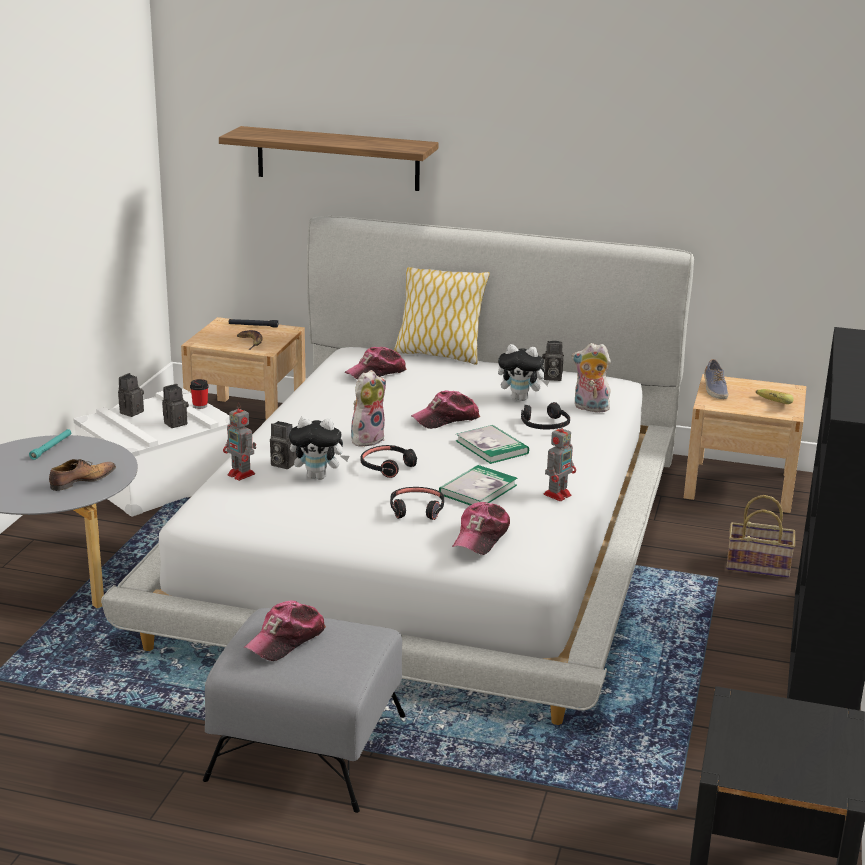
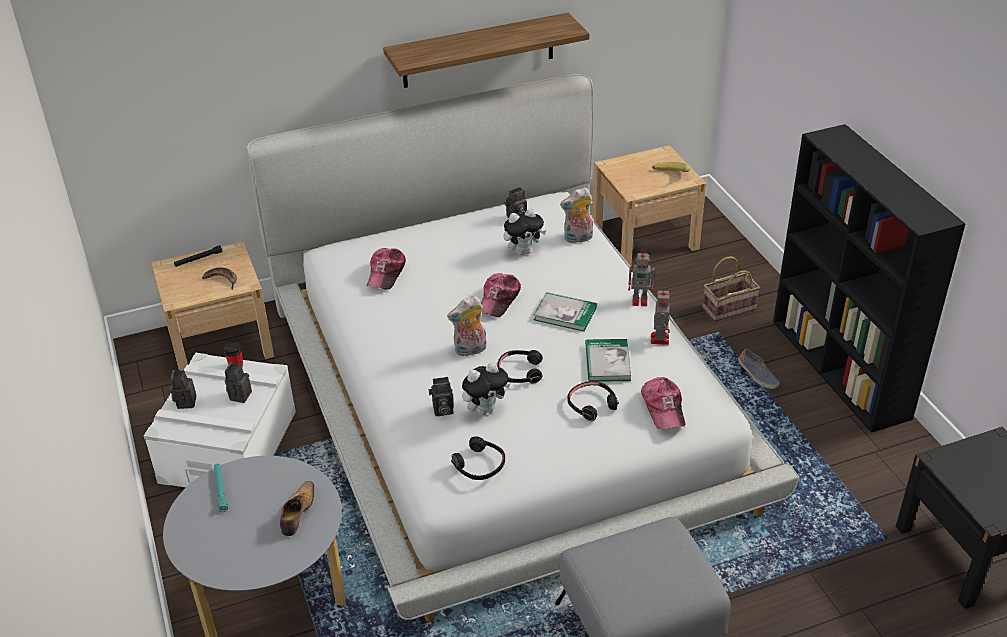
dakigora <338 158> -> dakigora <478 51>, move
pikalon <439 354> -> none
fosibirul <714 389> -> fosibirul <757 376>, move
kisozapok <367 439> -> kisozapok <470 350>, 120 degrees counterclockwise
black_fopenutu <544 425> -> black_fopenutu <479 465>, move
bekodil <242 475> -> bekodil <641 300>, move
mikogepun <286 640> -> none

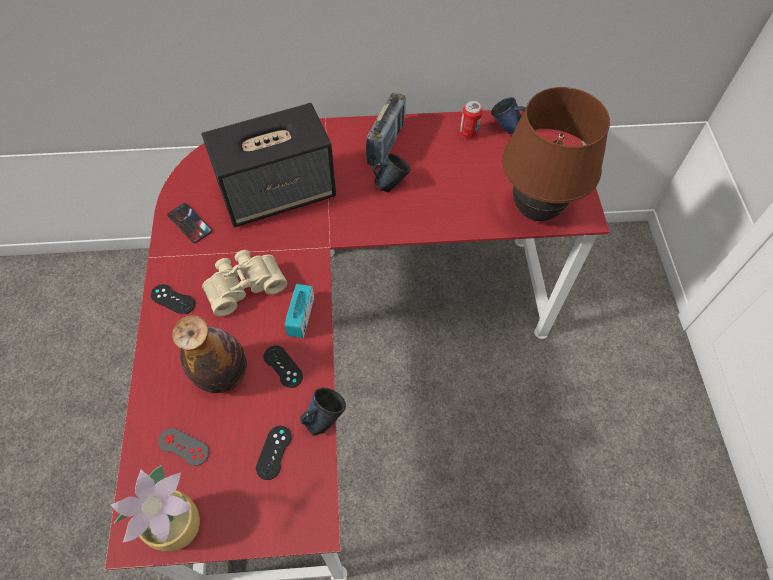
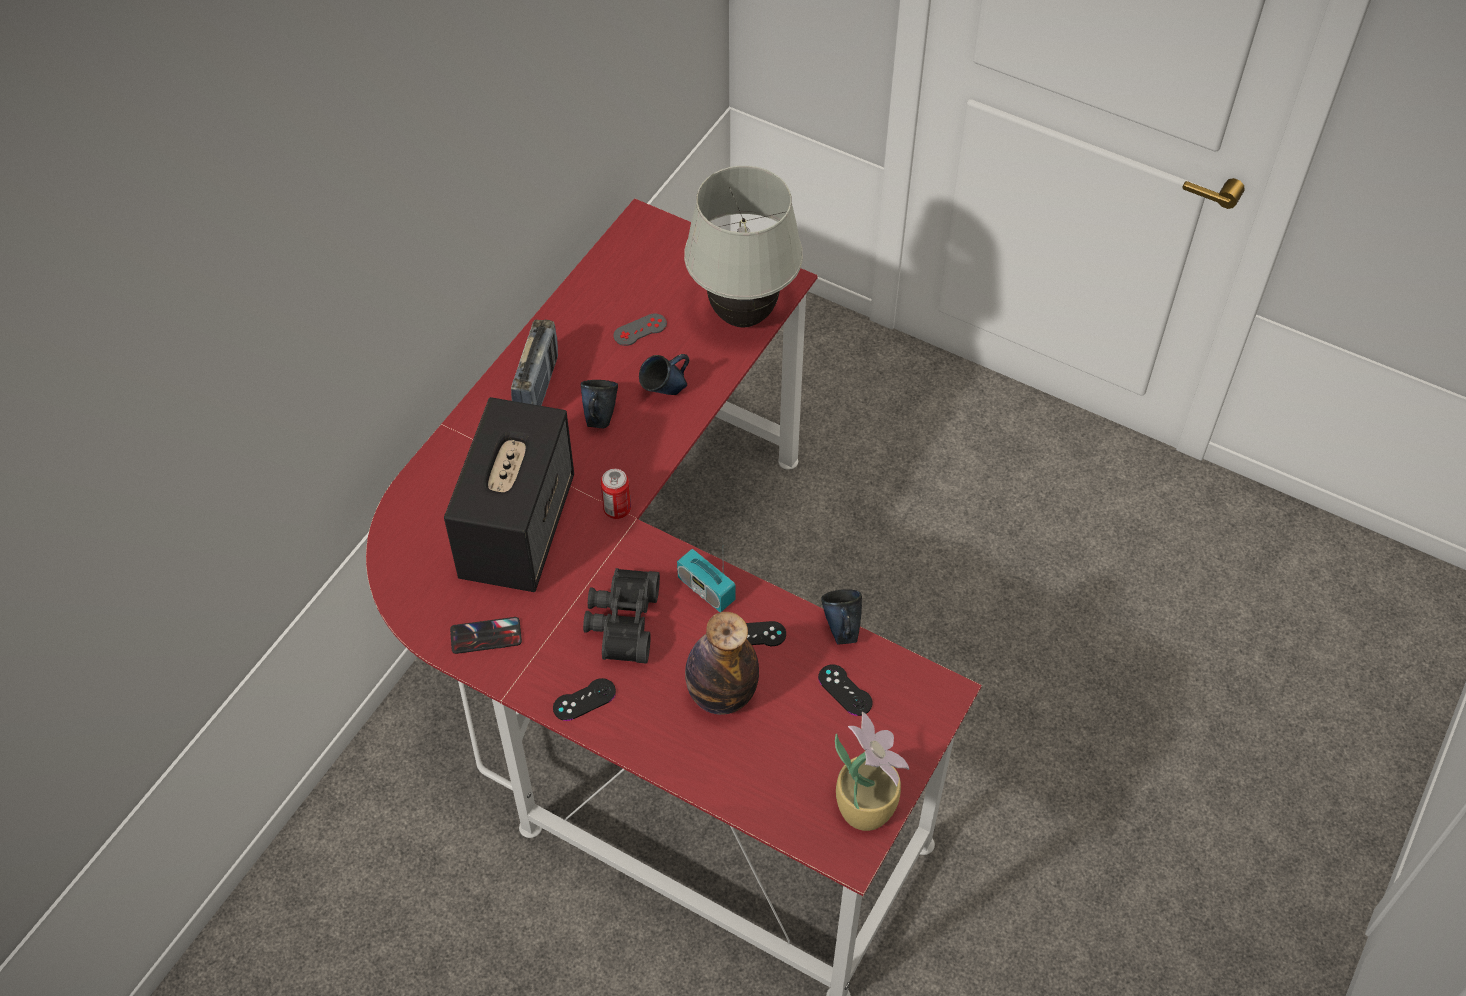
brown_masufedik <536 211> -> white_masufedik <743 315>
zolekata <386 144> -> zolekata <537 389>, 45 degrees clockwise
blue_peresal <506 129> -> blue_peresal <665 393>, move
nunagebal <468 133> -> nunagebal <617 509>, move
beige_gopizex <244 285> -> black_gopizex <621 622>
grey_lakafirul <183 447> -> grey_lakafirul <640 330>, move

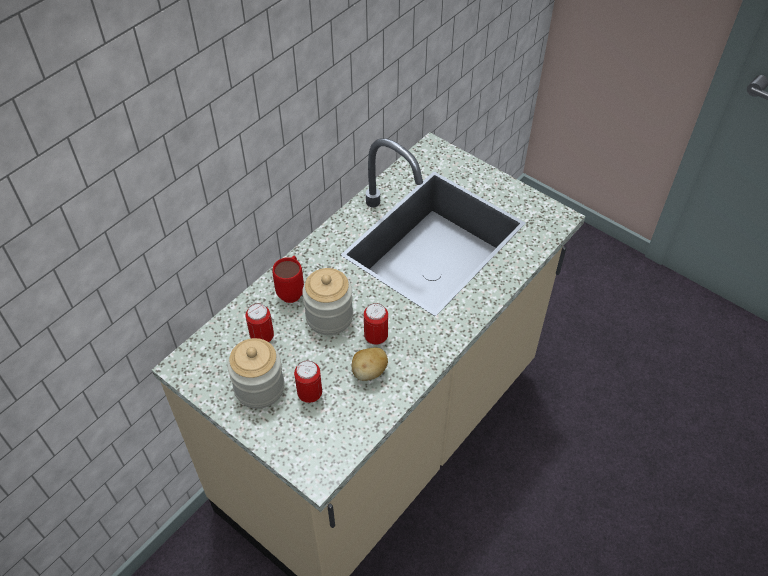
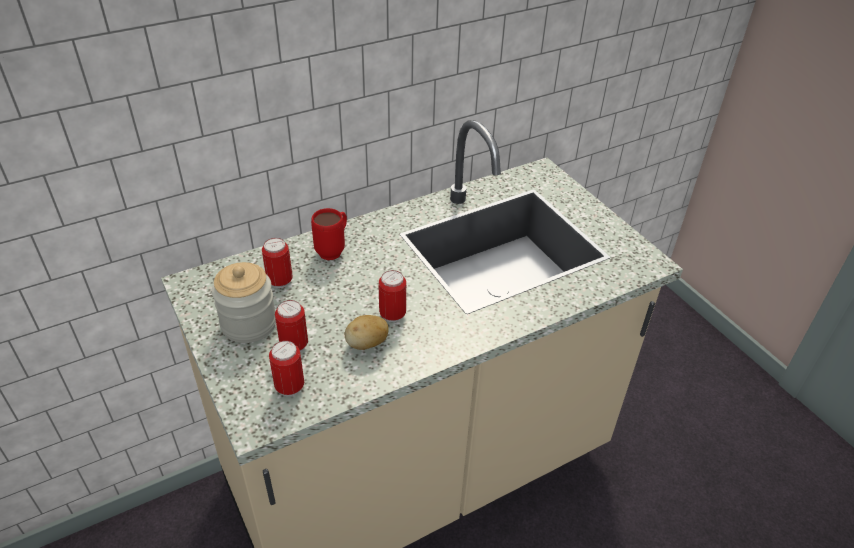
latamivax <329 317> -> none
none -> nunagebal <290 387>

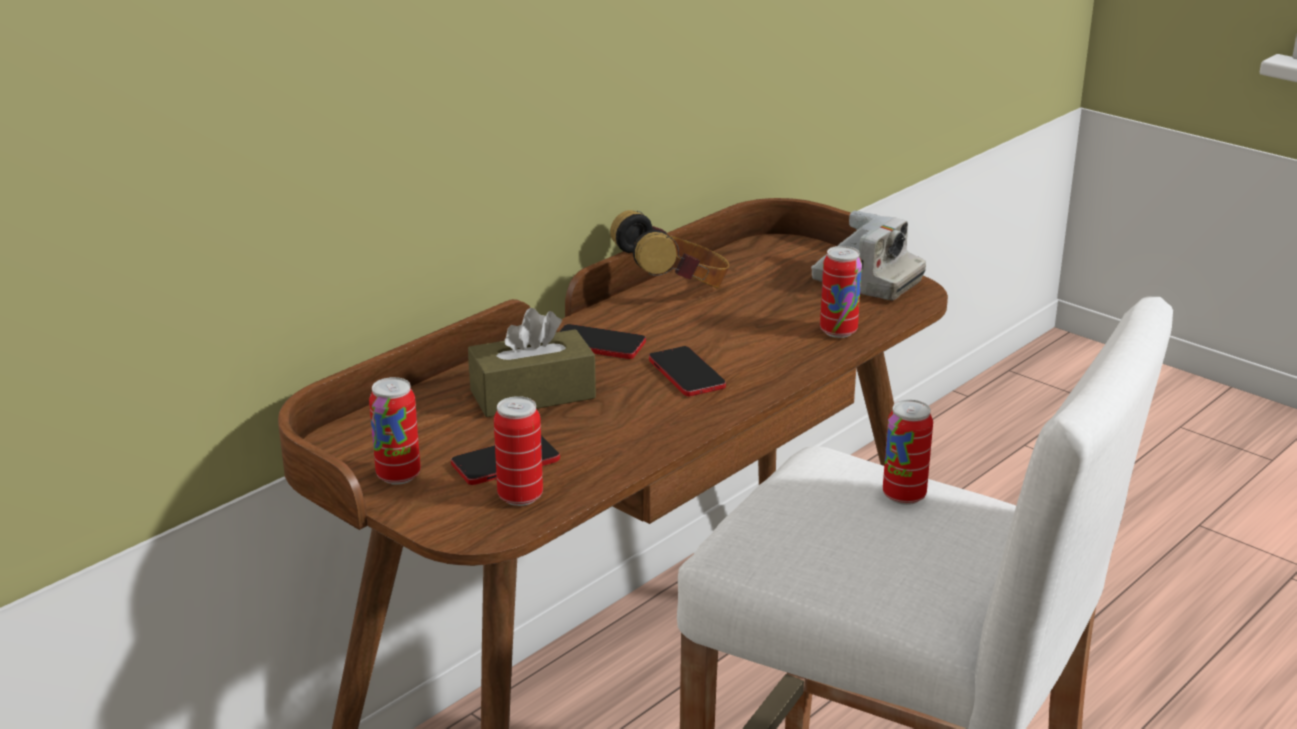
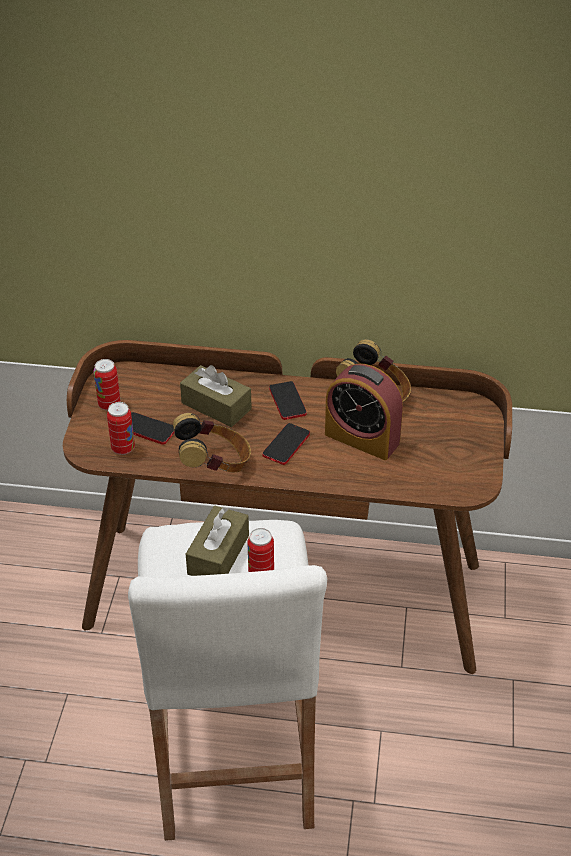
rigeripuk <866 281> -> none
nunagebal <838 331> -> none
none -> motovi <362 438>
none -> fopenutu <214 465>
none -> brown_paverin <218 554>

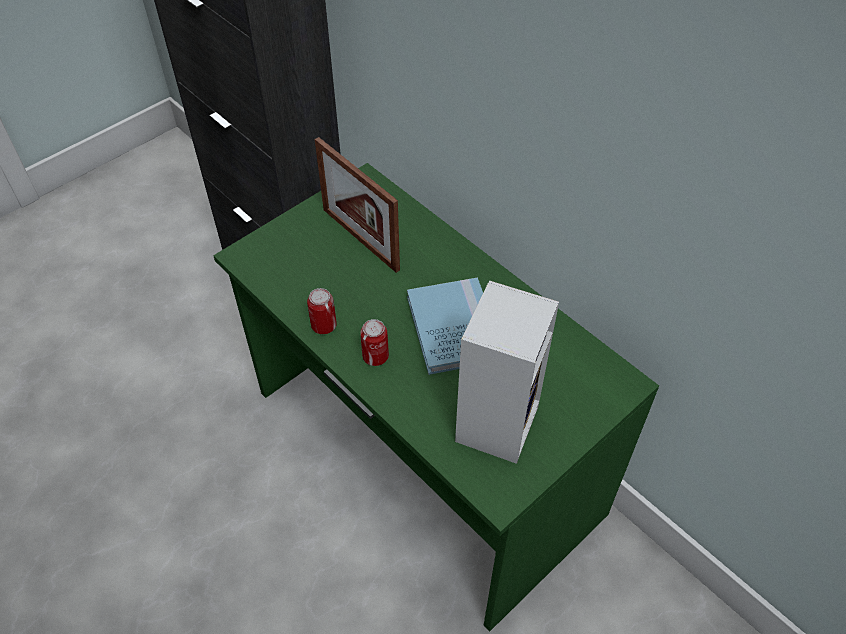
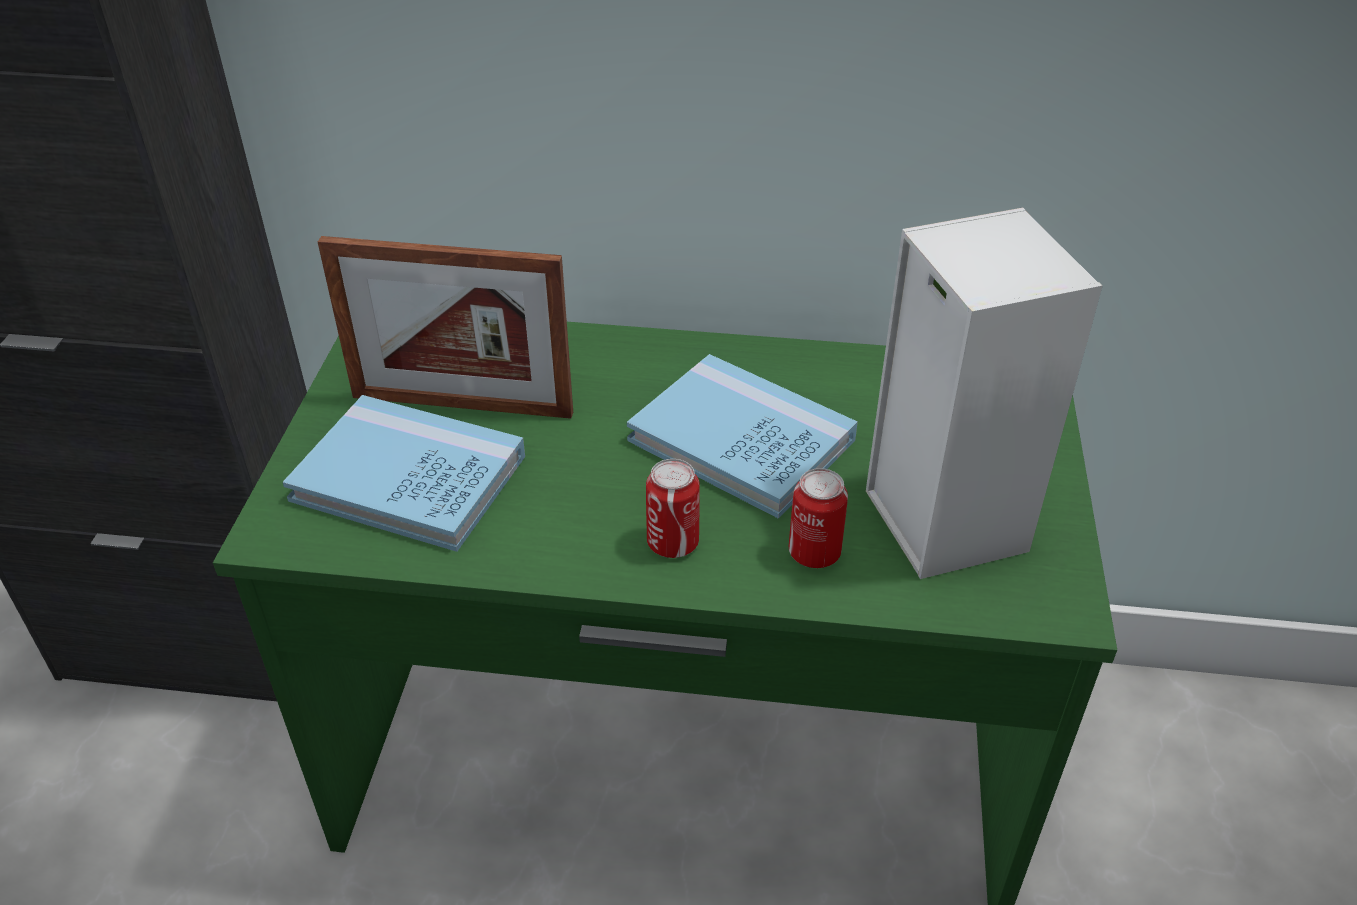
nunagebal <324 325> -> nunagebal <814 553>, move
none -> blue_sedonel <409 478>

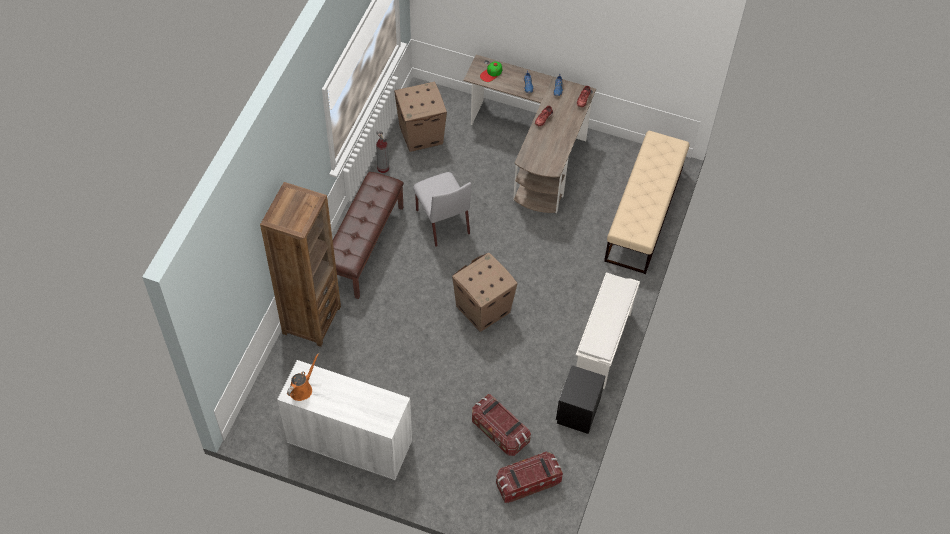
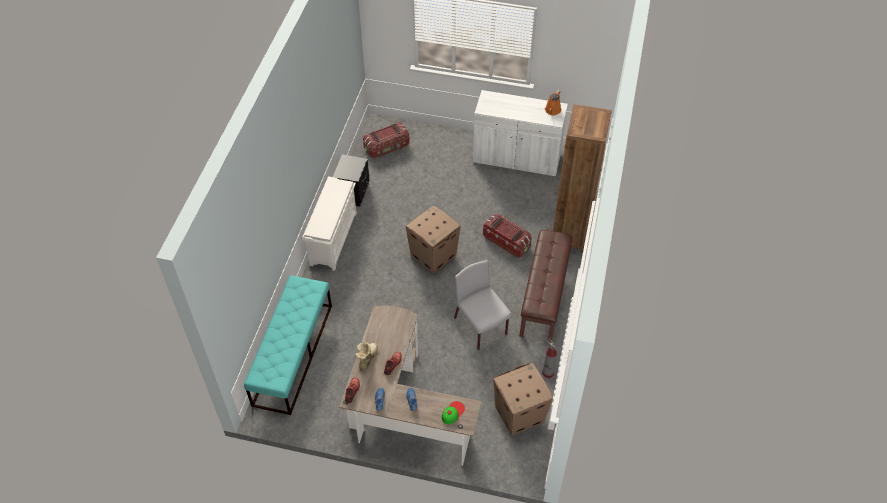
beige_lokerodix <644 214> -> turquoise_lokerodix <293 354>
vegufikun <499 432> -> vegufikun <507 241>, move
none -> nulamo <367 358>

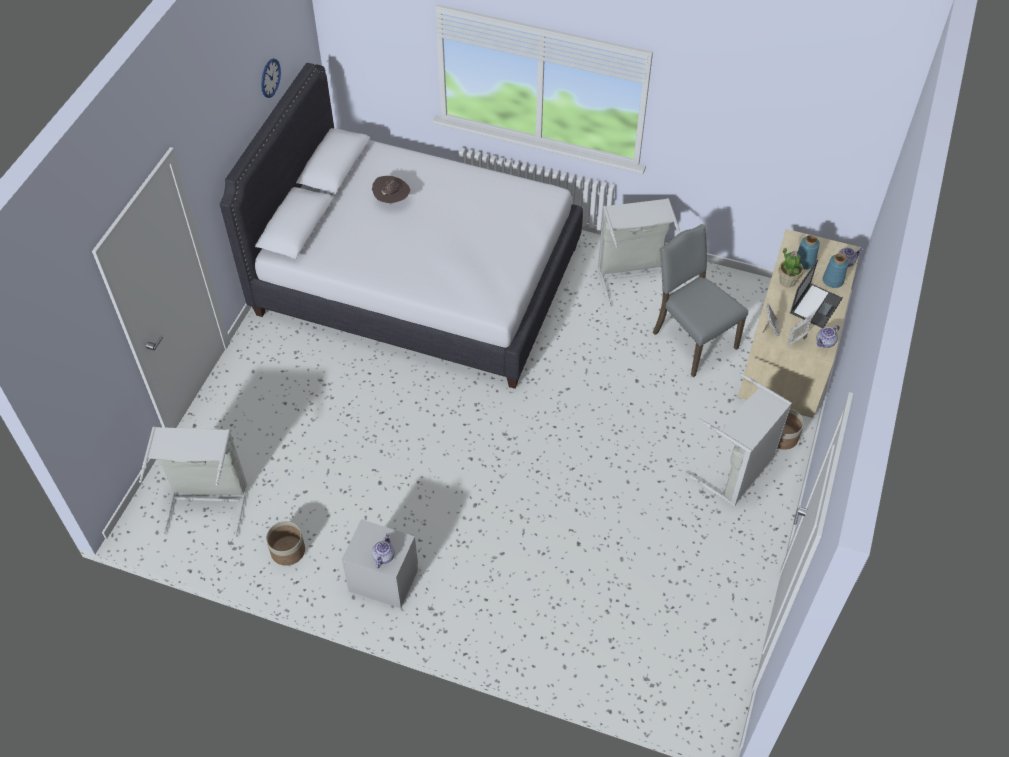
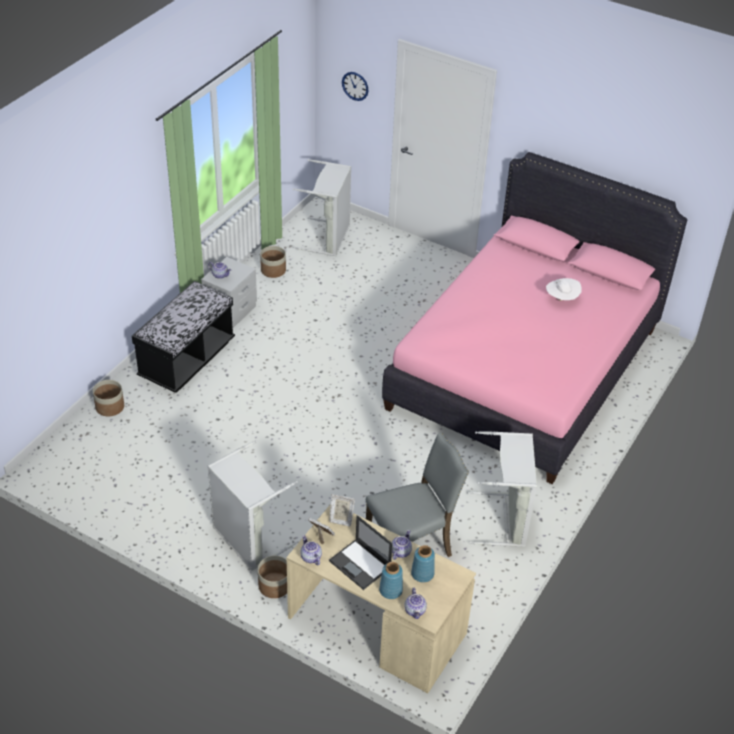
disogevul <270 78> -> disogevul <355 86>, move
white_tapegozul <418 280> -> pink_tapegozul <524 368>
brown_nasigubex <392 200> -> white_nasigubex <561 299>
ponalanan <787 280> -> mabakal <400 551>
none -> black_lokerodix <187 359>
none -> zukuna <110 407>

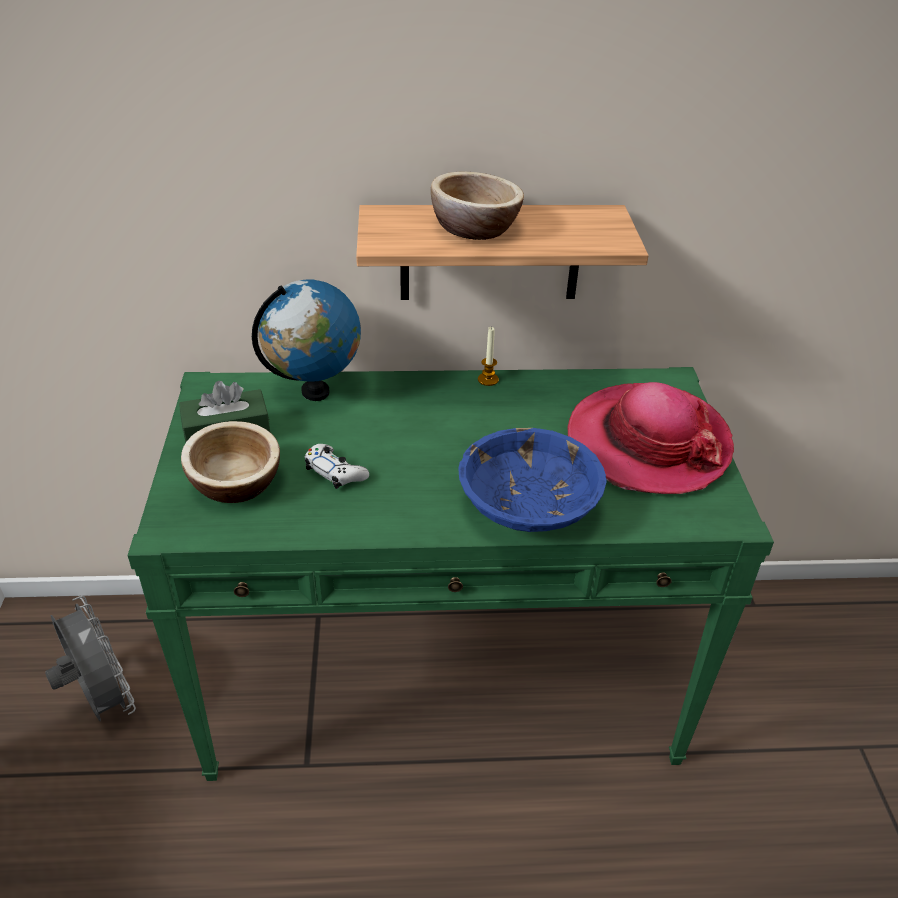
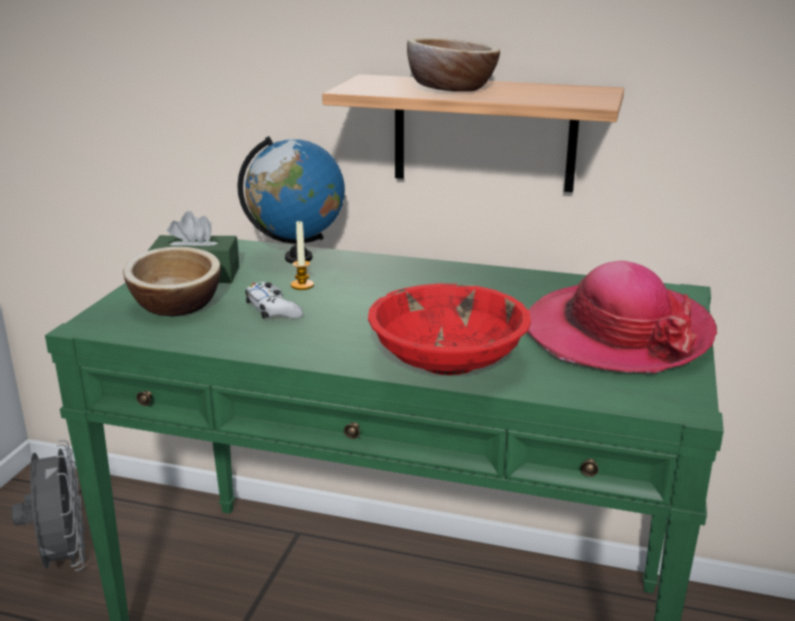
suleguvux <488 380> -> suleguvux <302 285>, move
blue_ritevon <528 506> -> red_ritevon <447 360>

